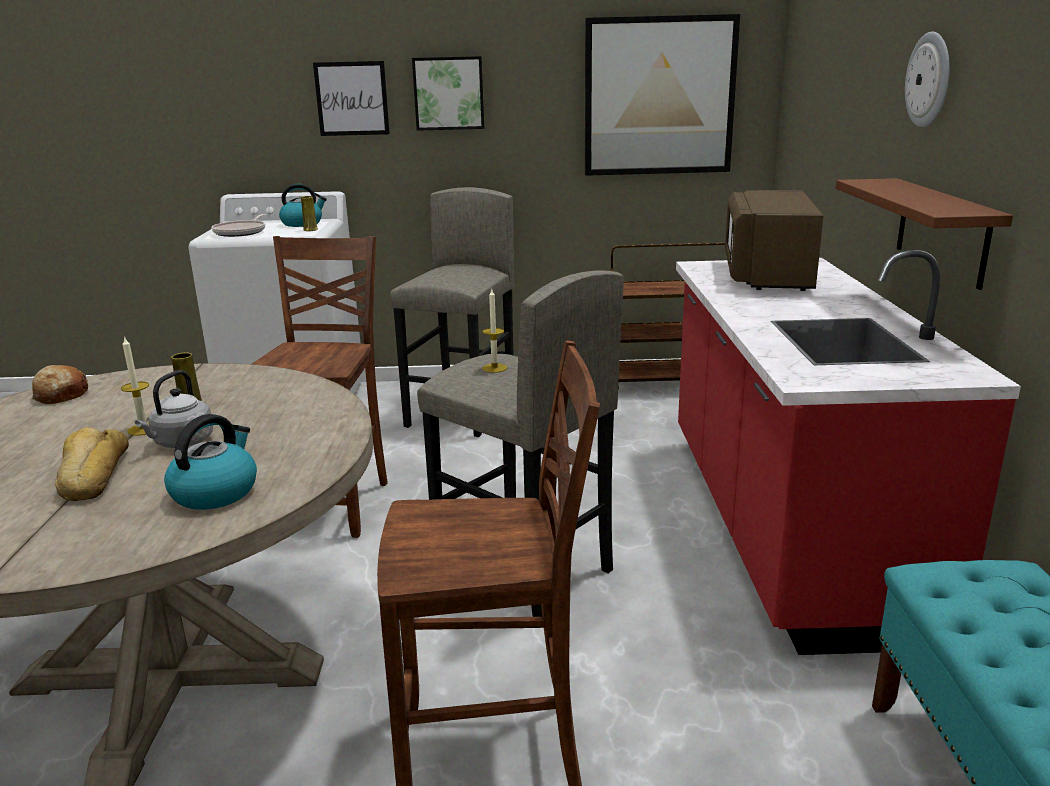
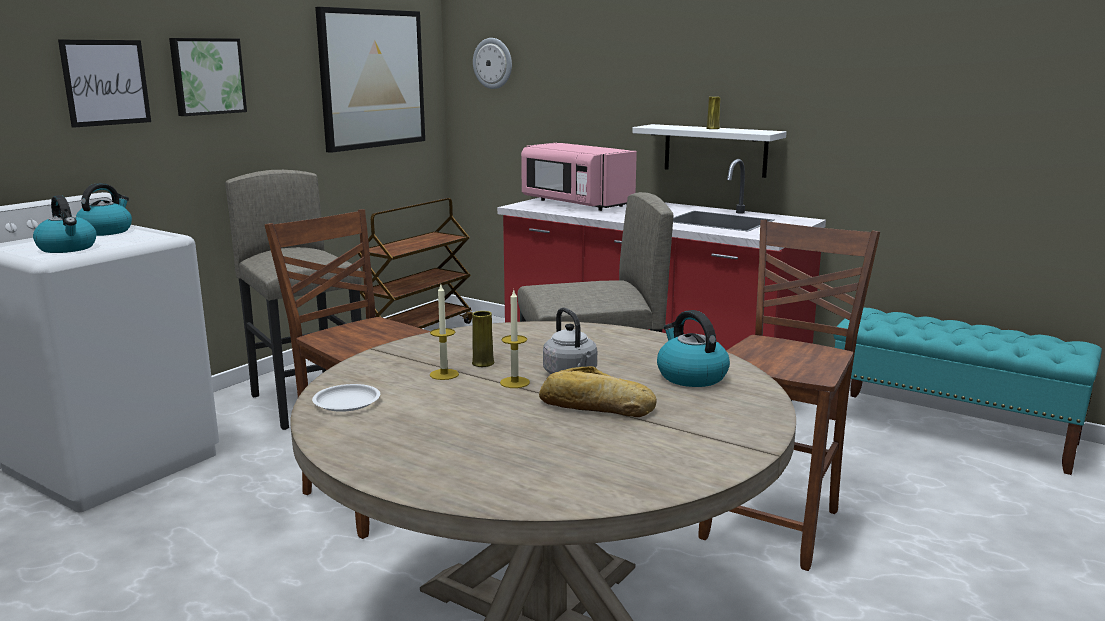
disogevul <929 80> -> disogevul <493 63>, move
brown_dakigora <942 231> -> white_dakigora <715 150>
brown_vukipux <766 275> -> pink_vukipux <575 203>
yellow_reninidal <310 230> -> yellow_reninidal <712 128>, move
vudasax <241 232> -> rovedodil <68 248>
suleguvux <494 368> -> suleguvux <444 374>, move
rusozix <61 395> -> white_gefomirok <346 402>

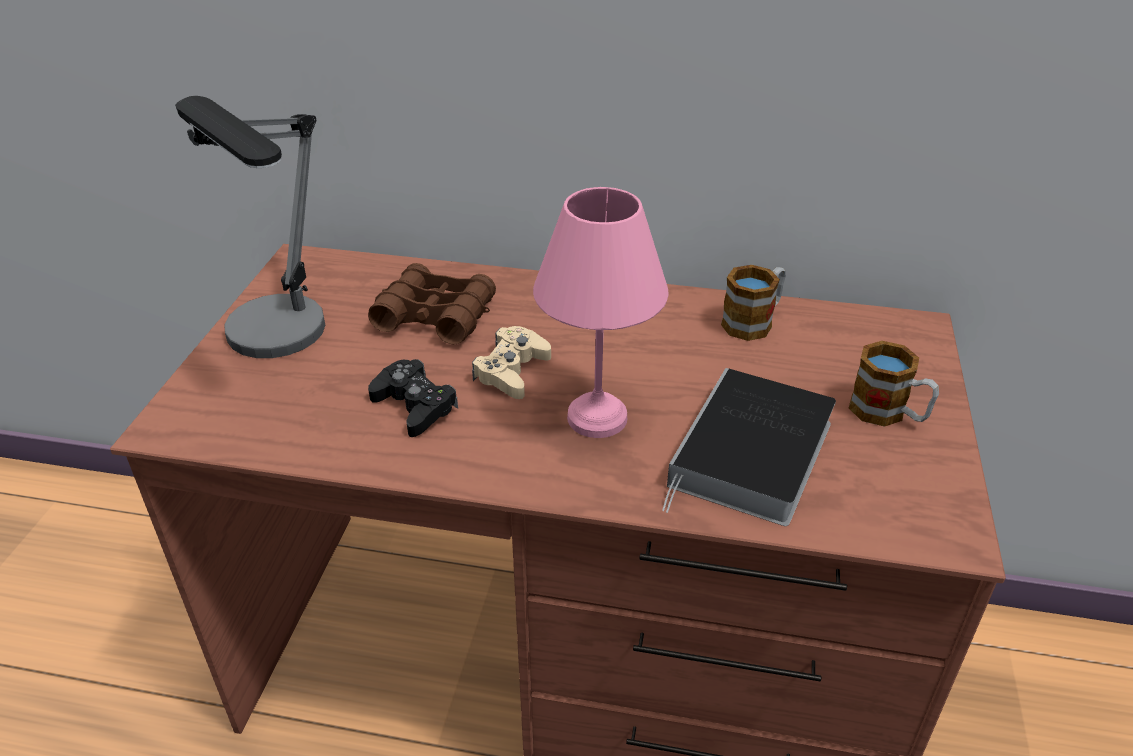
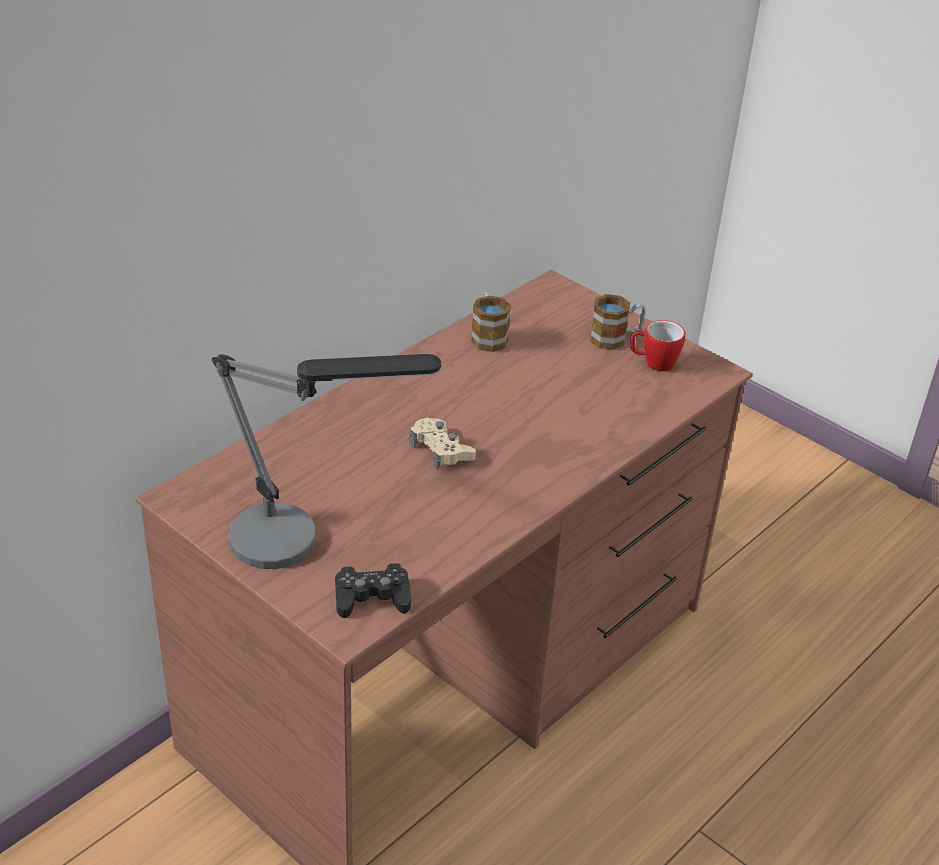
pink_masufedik <599 419> -> none
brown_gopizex <435 316> -> none
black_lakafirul <414 406> -> black_lakafirul <372 597>, move
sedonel <751 457> -> none
none -> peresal <653 363>

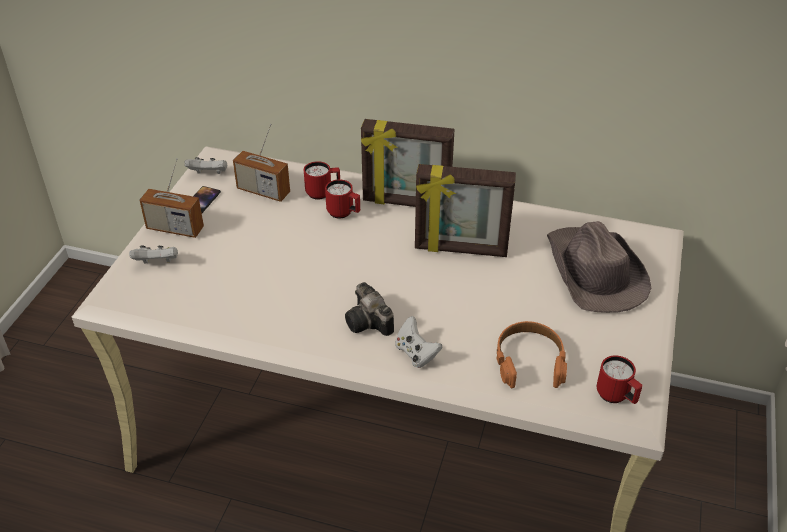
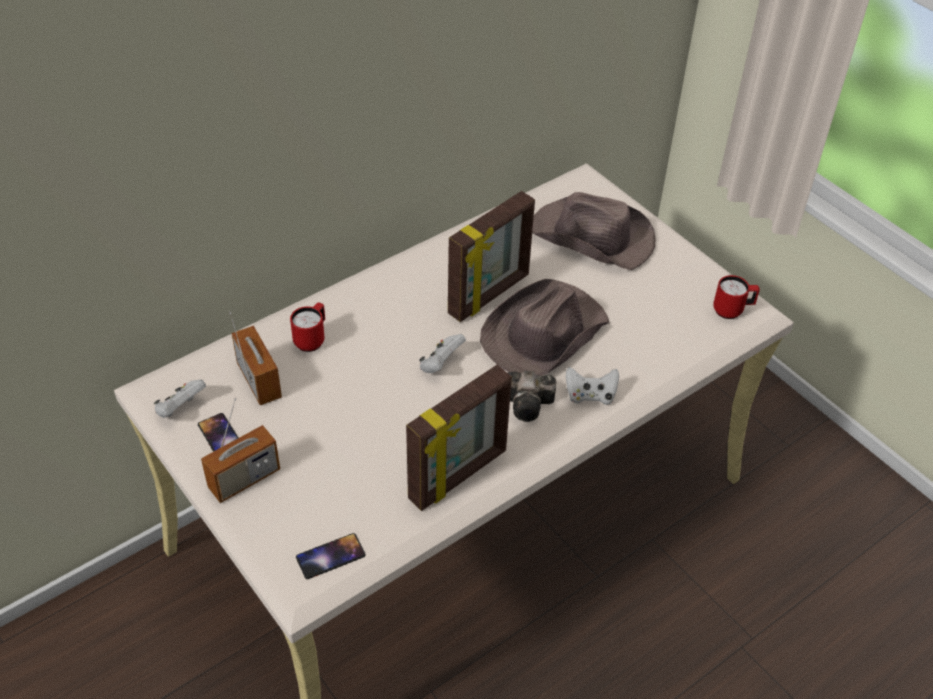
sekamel <406 203> -> sekamel <459 476>, move
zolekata <263 191> -> zolekata <259 381>, 90 degrees counterclockwise
red_peresal <344 213> -> none
white_lakafirul <157 263> -> white_lakafirul <441 364>, move
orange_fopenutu <529 361> -> none
none -> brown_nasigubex <543 333>
none -> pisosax <330 556>

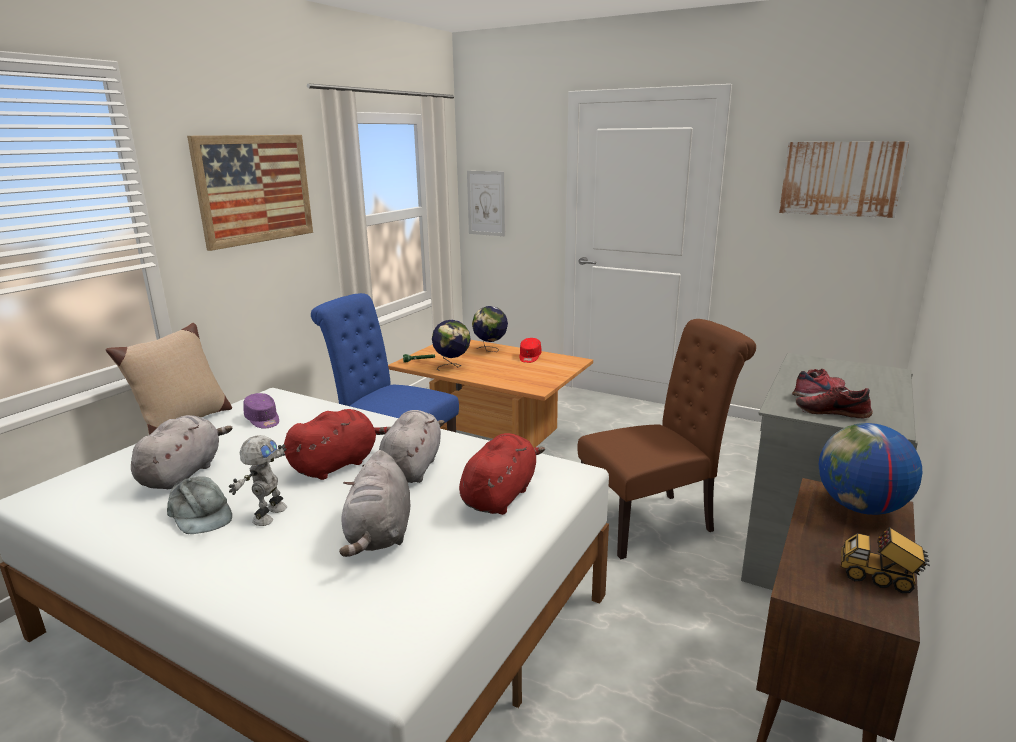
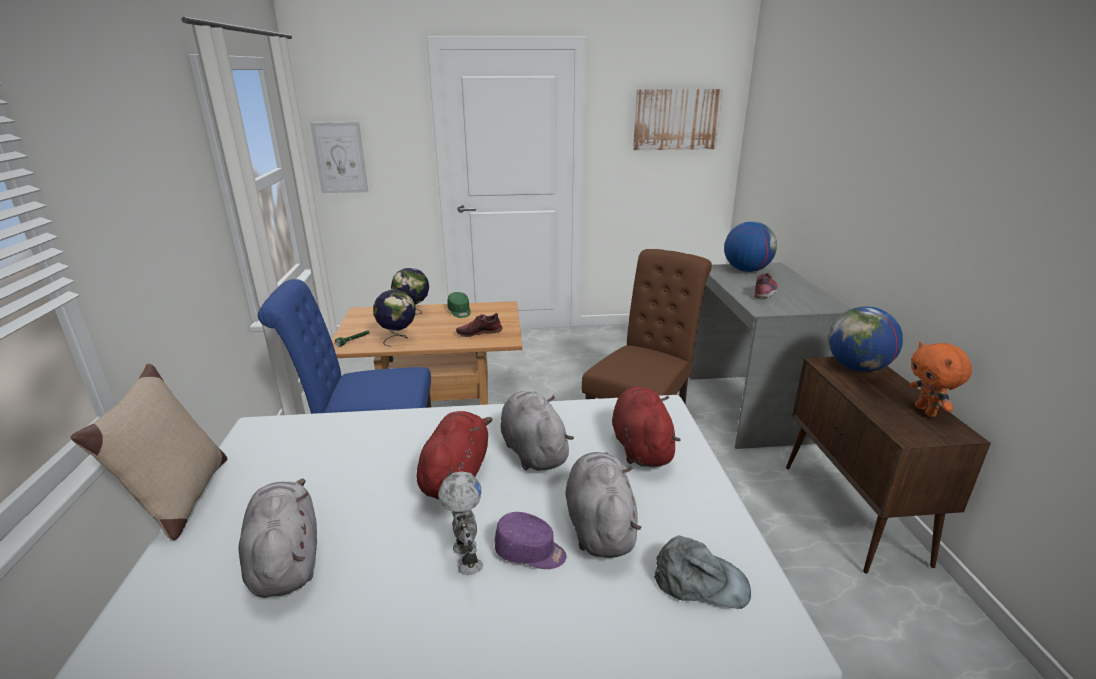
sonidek <255 189> -> none
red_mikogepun <529 357> -> green_mikogepun <459 311>
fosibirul <832 412> -> fosibirul <479 332>, move
purple_mikogepun <263 420> -> purple_mikogepun <530 552>, move
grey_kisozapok <379 534> -> grey_kisozapok <599 525>, 150 degrees counterclockwise
grey_mikogepun <200 514> -> grey_mikogepun <700 581>, move
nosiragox <879 578> -> orange_kisozapok <926 411>
none -> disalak <746 270>

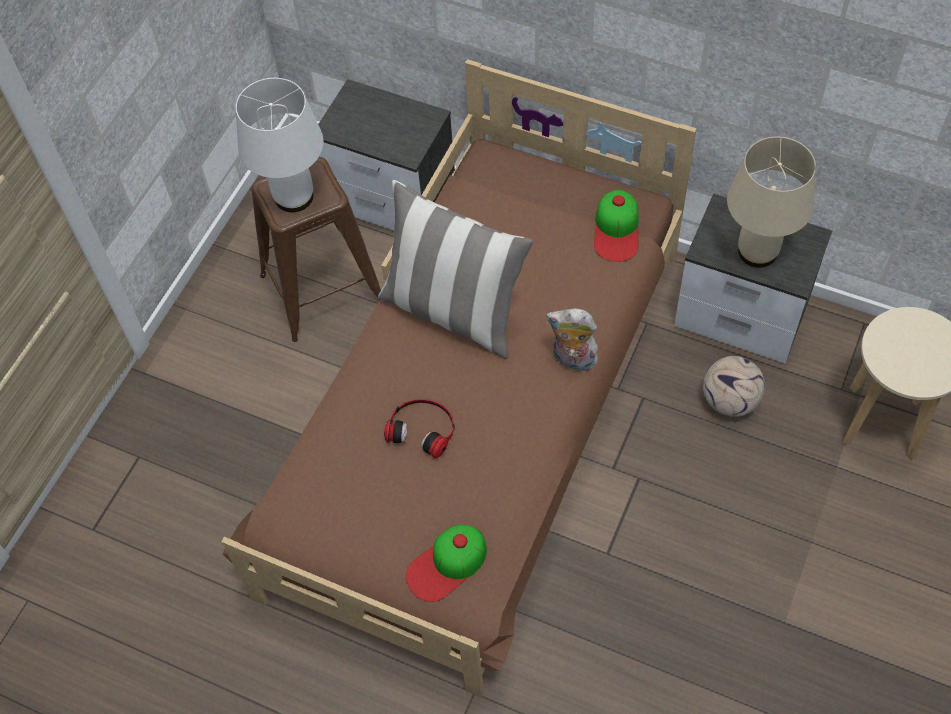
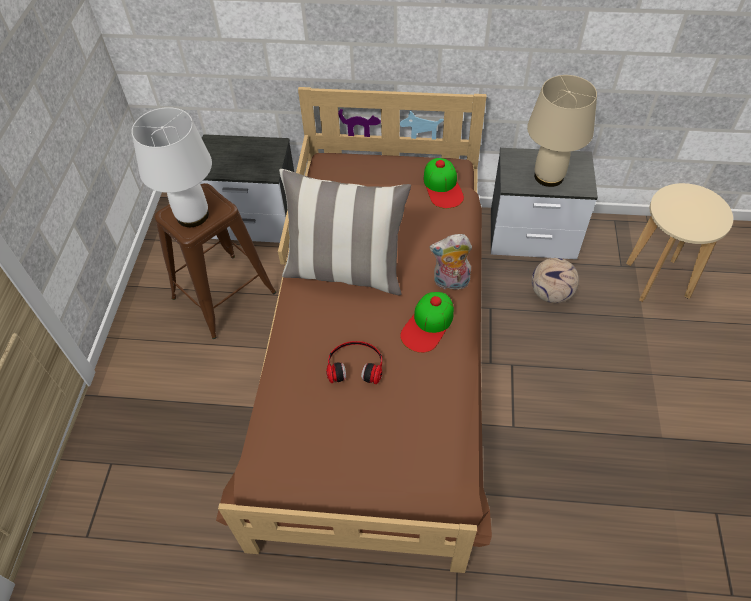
mikogepun <447 564> -> mikogepun <428 325>, move

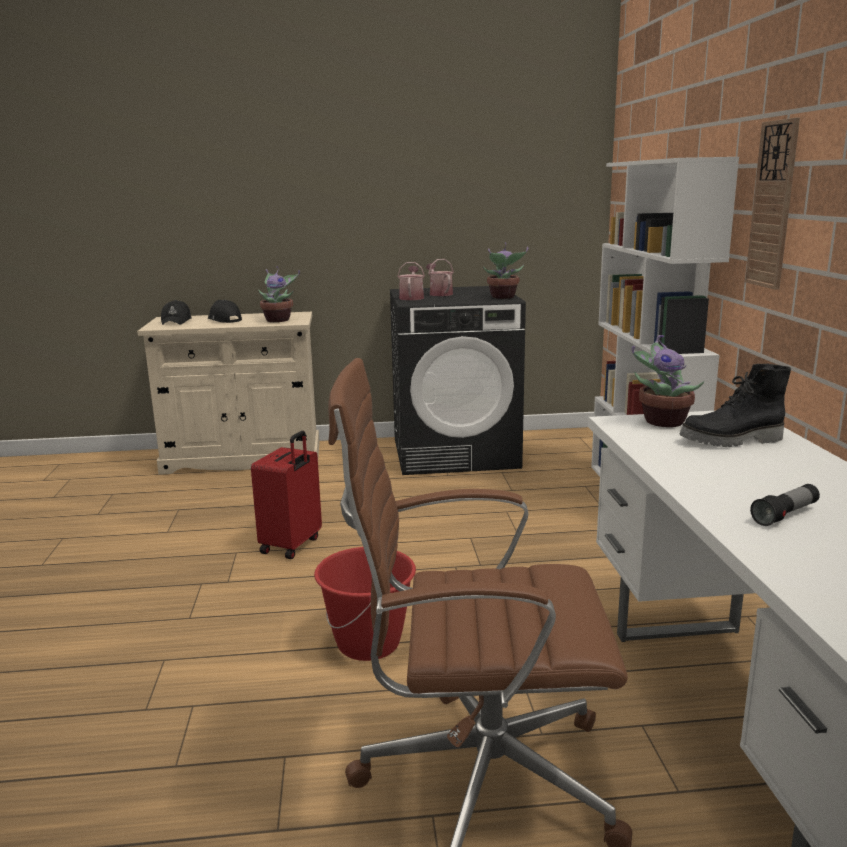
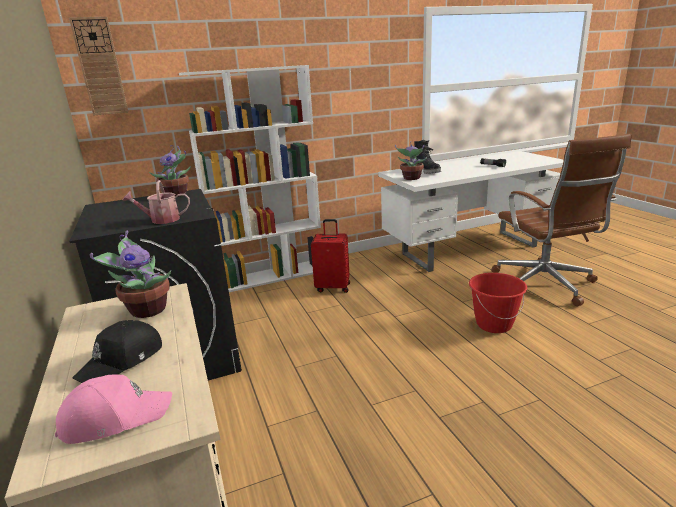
disogevul <773 205> -> disogevul <100 67>, move
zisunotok <439 293> -> none
black_mikogepun <177 321> -> pink_mikogepun <115 417>
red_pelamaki <292 545> -> red_pelamaki <333 287>, move

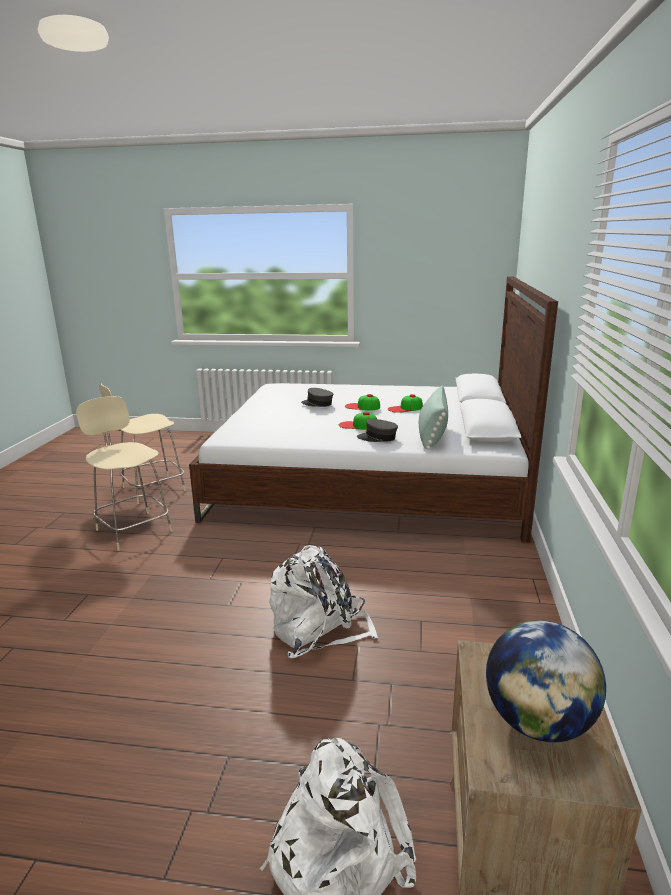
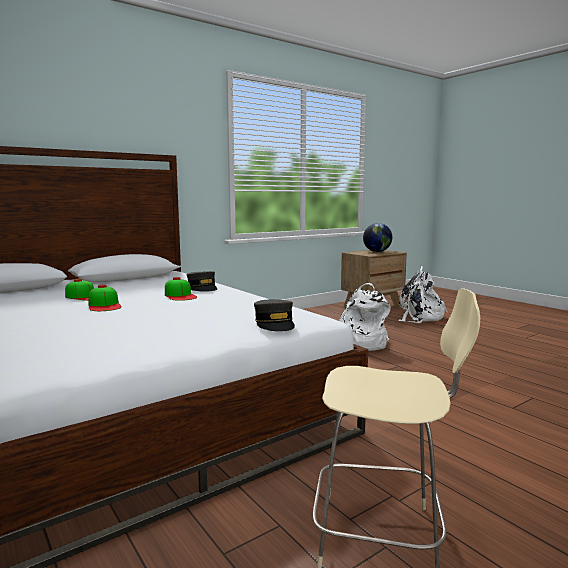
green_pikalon <432 434> -> none
grey_mikogepun <317 403> -> grey_mikogepun <275 324>, move
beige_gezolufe <133 529> -> none

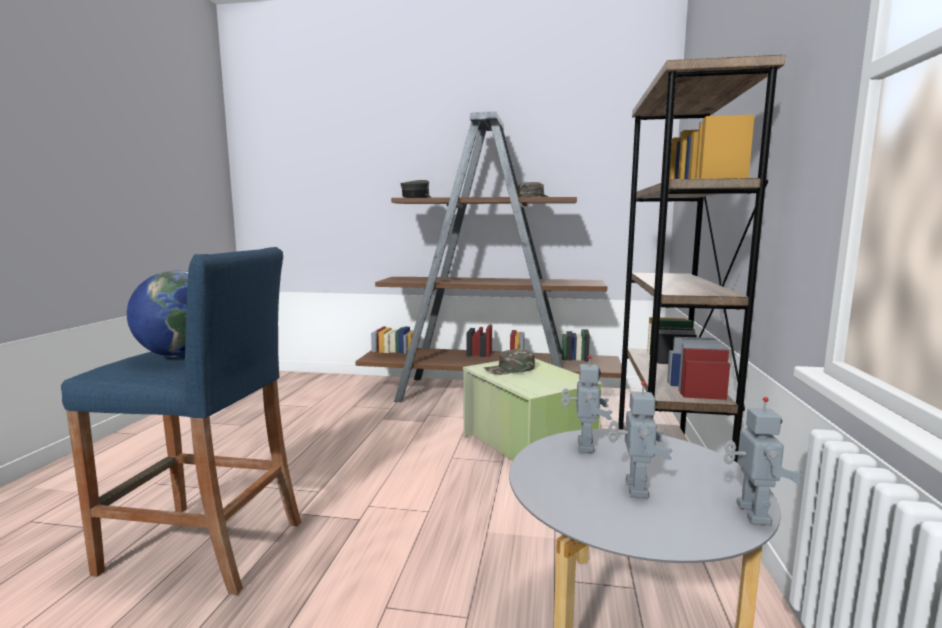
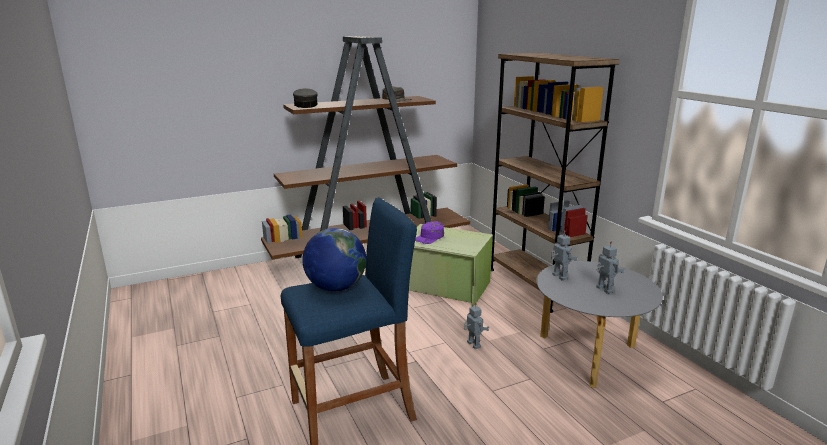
green_mikogepun <509 369> -> purple_mikogepun <429 237>
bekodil <750 513> -> bekodil <473 345>, move

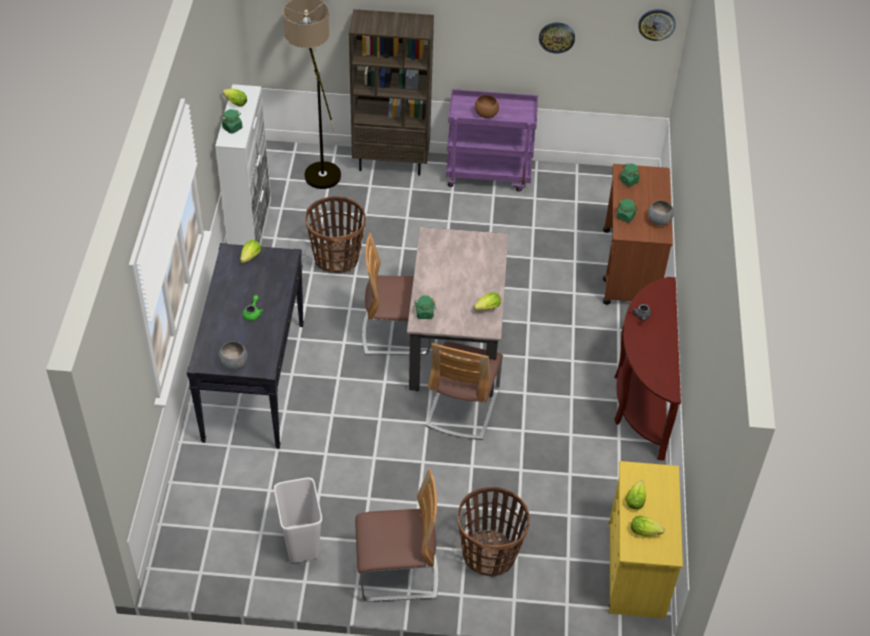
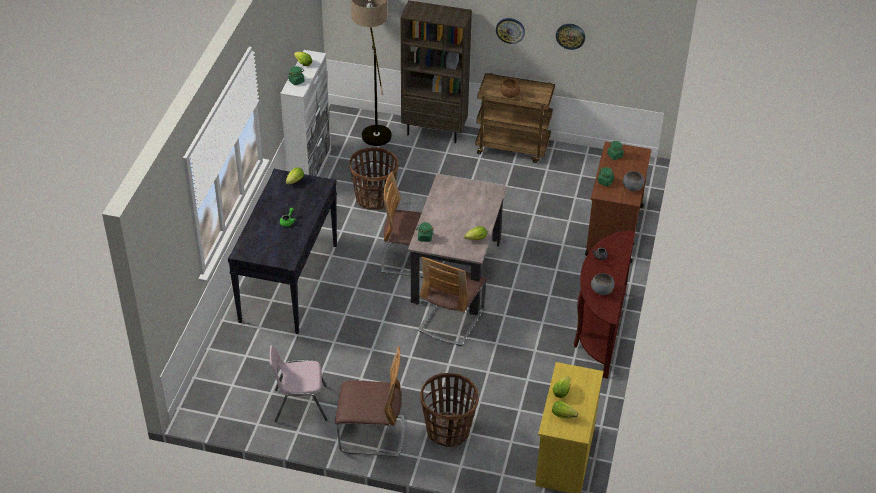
disogevul <656 24> -> disogevul <510 30>, move
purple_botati <489 174> -> brown_botati <513 147>
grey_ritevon <234 362> -> grey_ritevon <602 290>, move
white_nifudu <300 543> -> pink_gezolufe <300 404>

